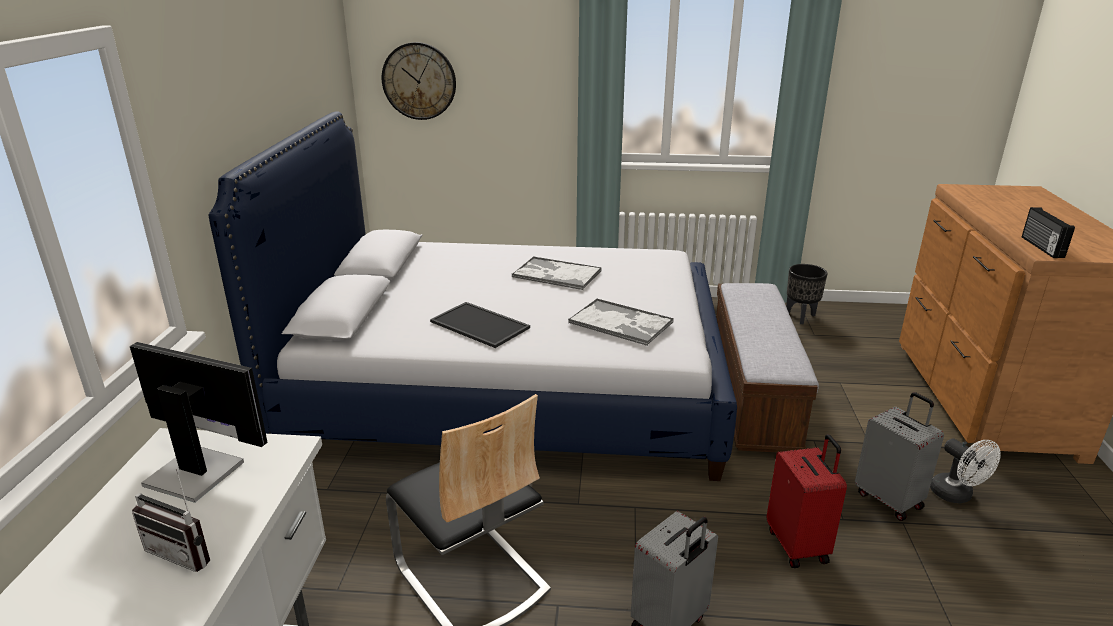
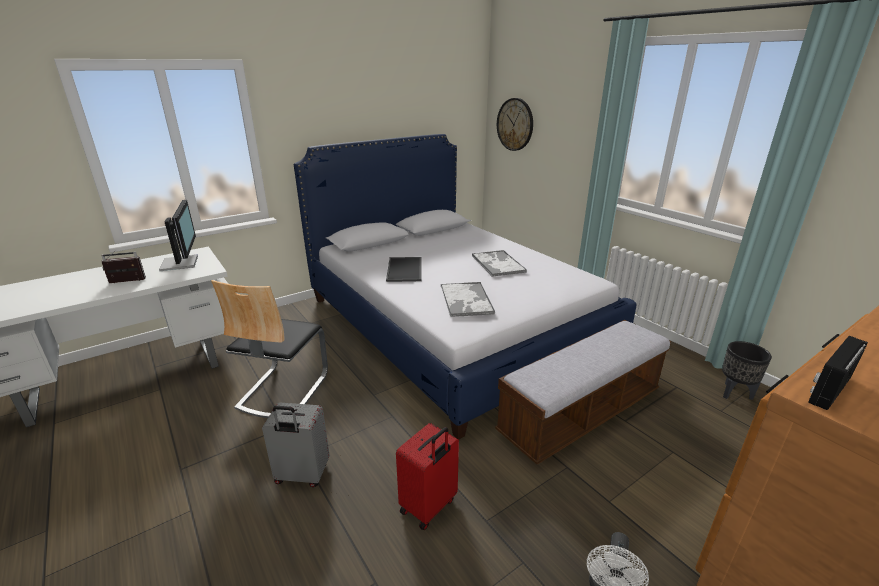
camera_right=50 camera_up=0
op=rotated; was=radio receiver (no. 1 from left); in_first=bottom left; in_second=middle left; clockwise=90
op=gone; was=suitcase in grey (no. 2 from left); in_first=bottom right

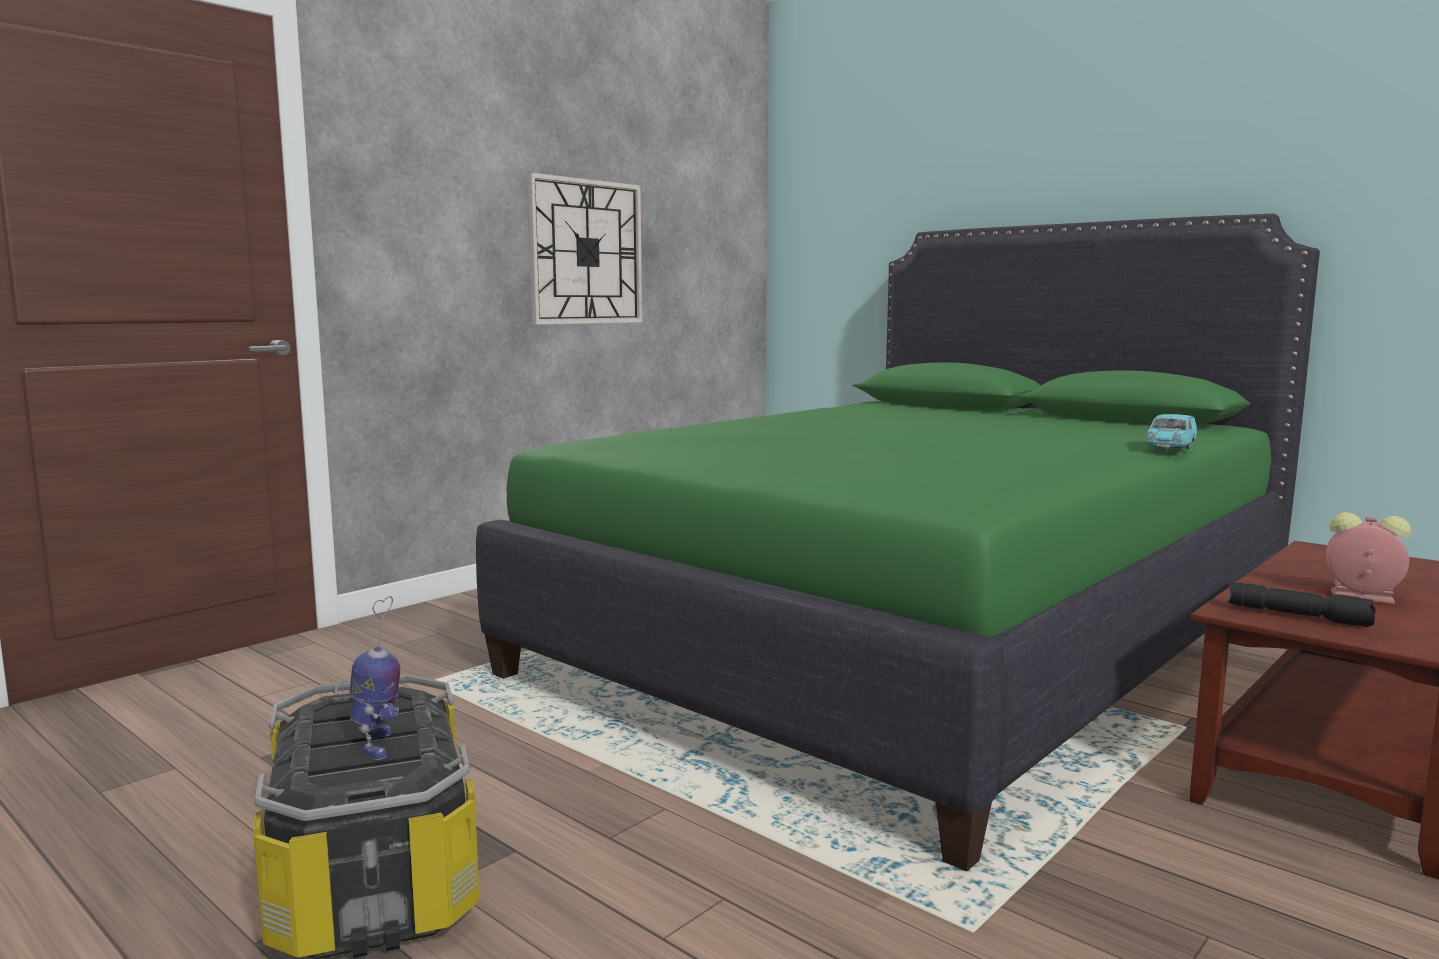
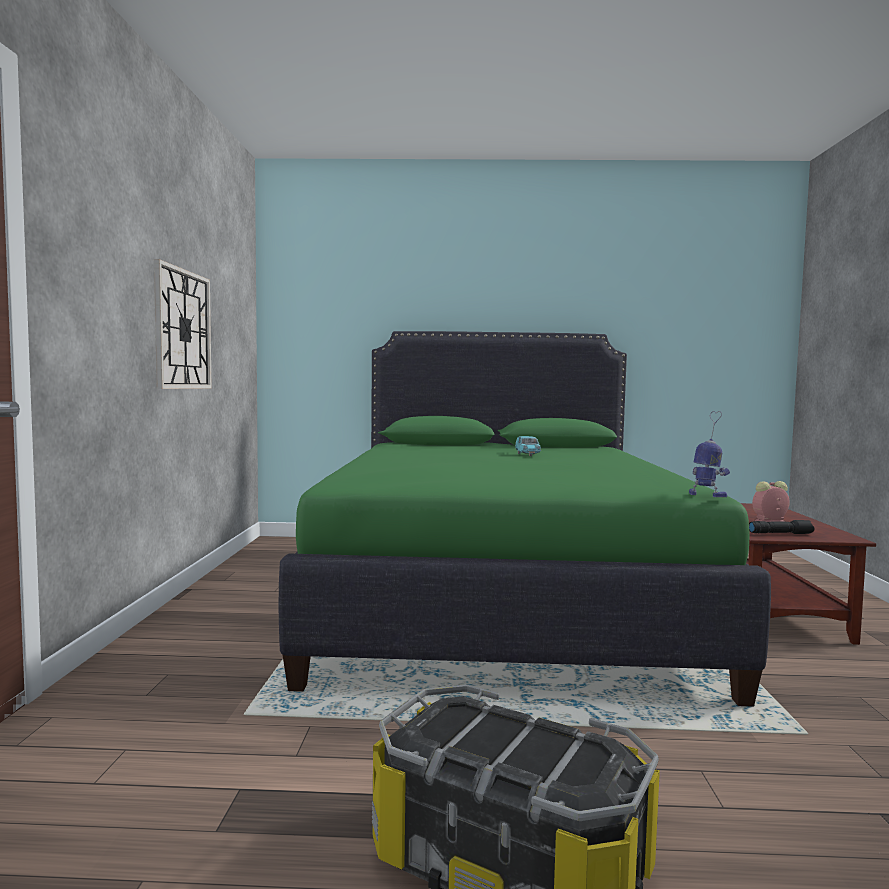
camera_right=-40 camera_up=-5
op=shifted; was=robot figure; in_first=bottom left; in_second=middle right
op=shifted; was=miniature car in turquoise; in_first=middle right; in_second=centre

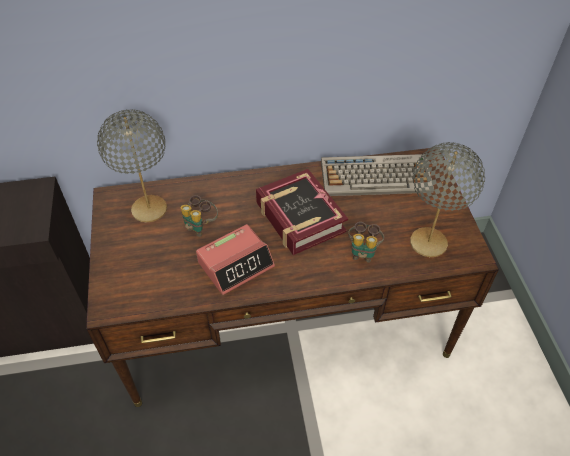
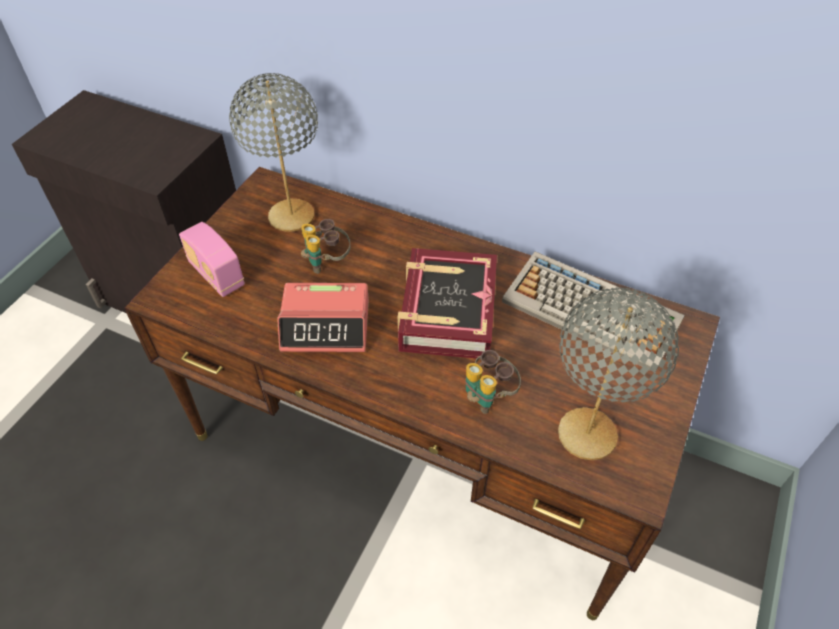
camera_right=35 camera_up=0
op=new; now=radio receiver; in_second=middle left

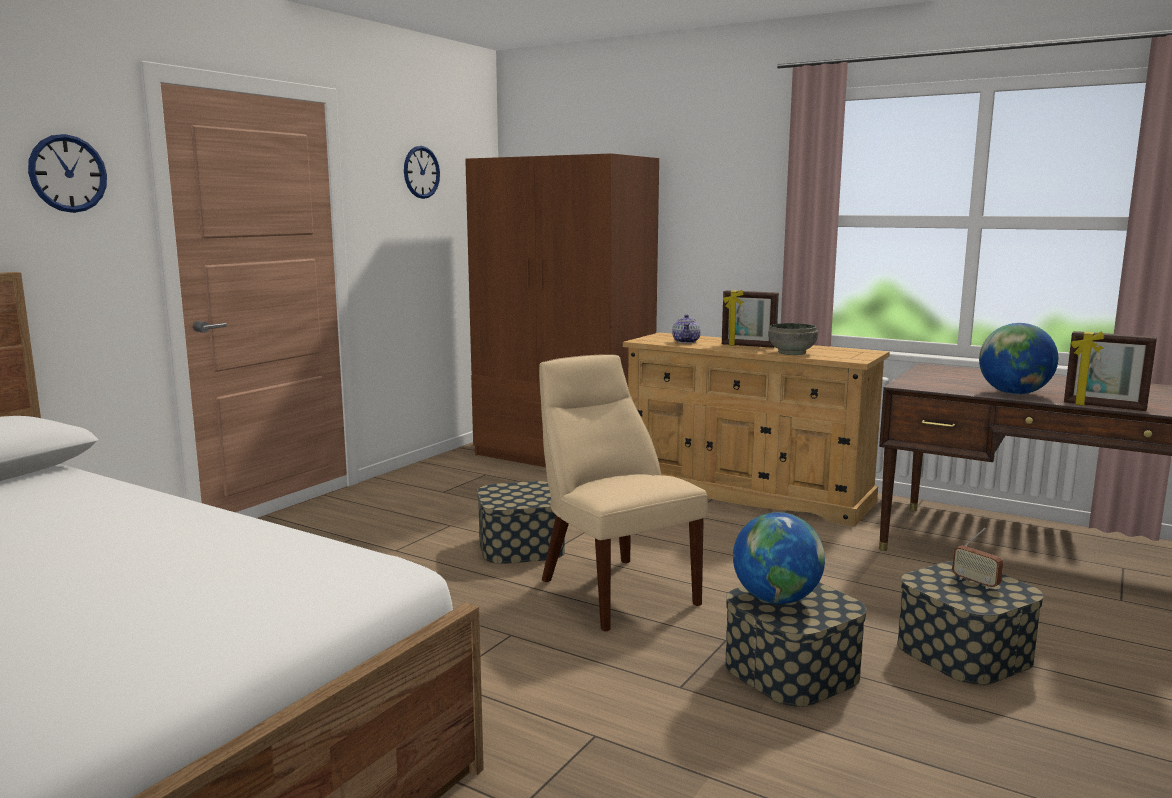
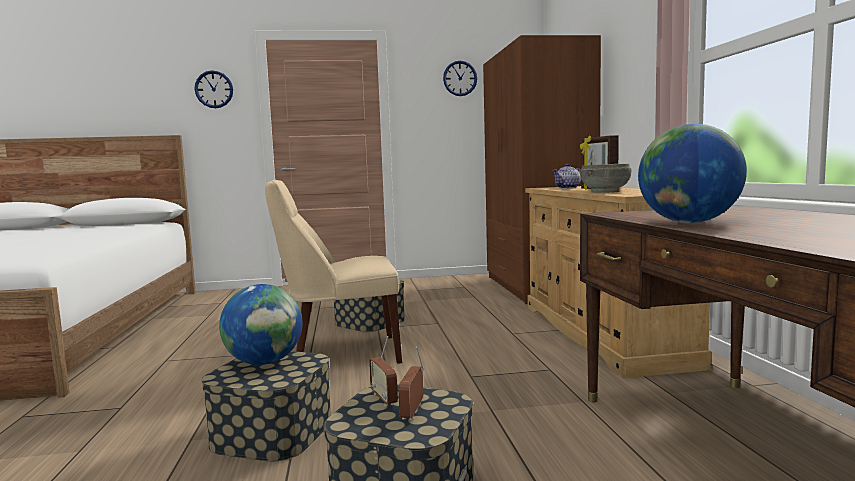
camera_right=50 camera_up=-5
op=rotated; was=plain chair in beige-coloured; in_first=centre; in_second=centre; clockwise=-120
op=gone; was=photo frame (no. 2 from left); in_first=middle right
op=new; now=radio receiver (no. 1 from left); in_second=bottom centre

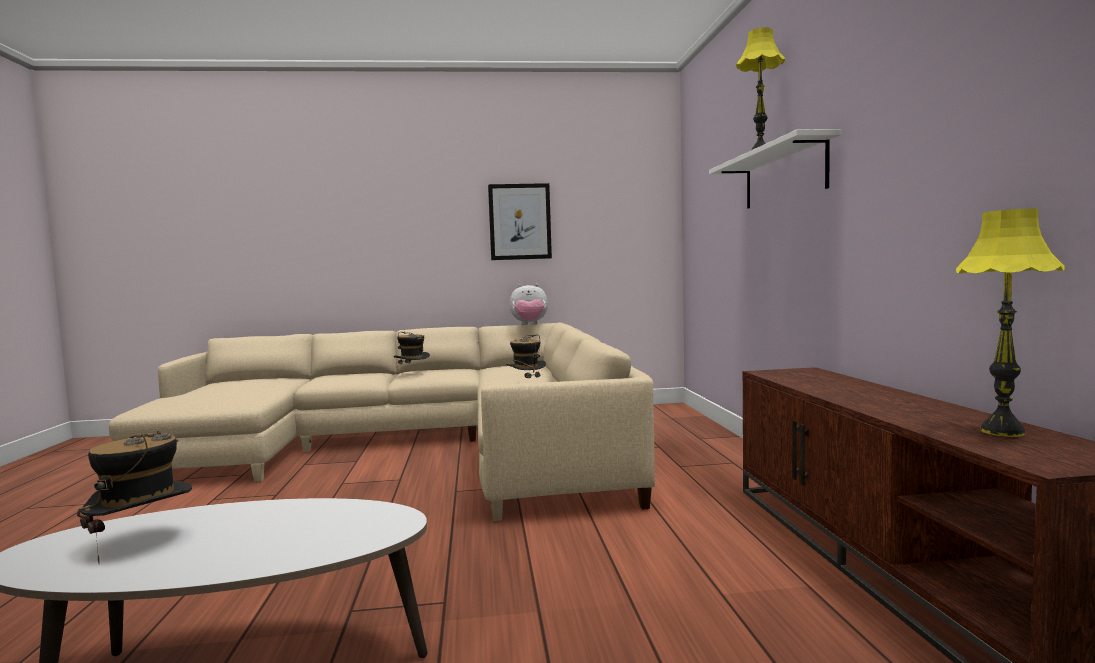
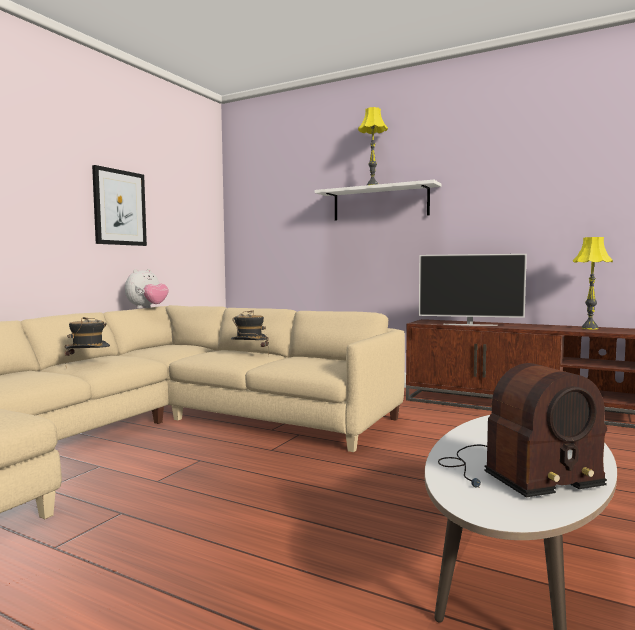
camera_right=-55 camera_up=0
op=swapped; was=clothing hat (no. 1 from left); now=radio receiver; in_first=bottom left; in_second=bottom right
op=new; now=TV set; in_second=middle right

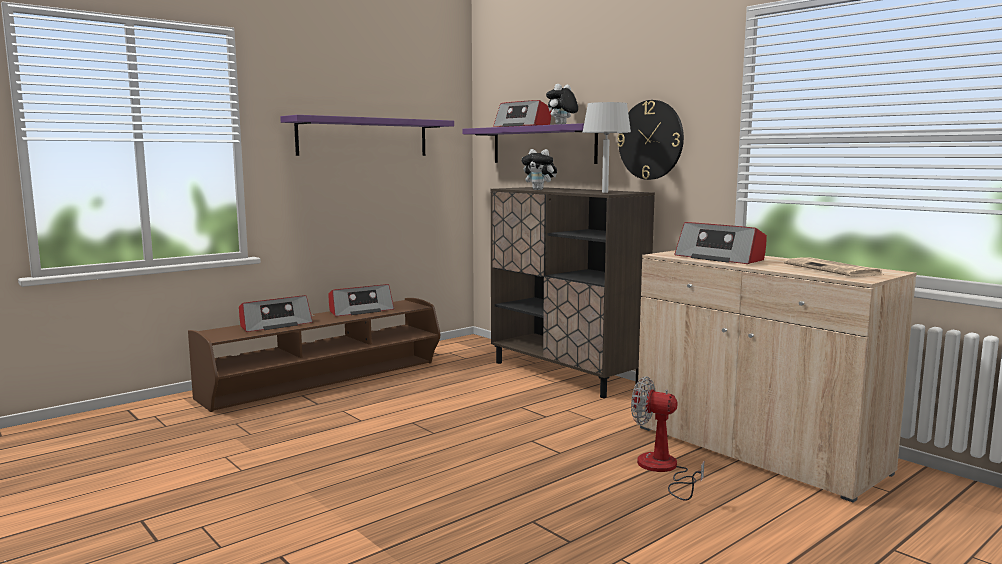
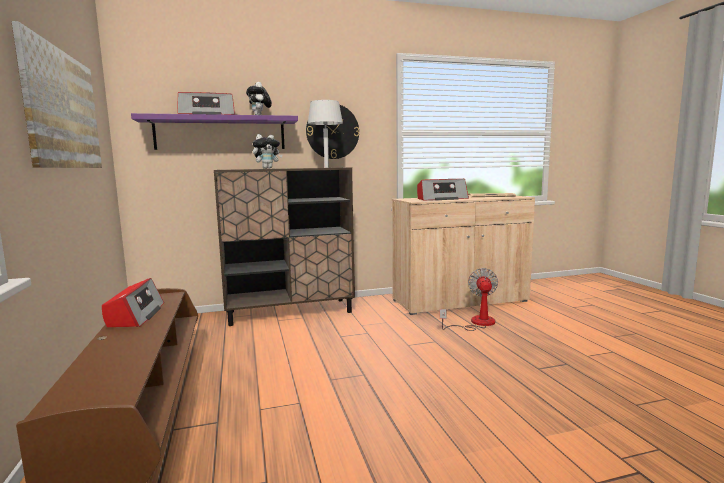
camera_right=-65 camera_up=0
op=gone; was=radio receiver (no. 1 from left); in_first=middle left
op=swapped; was=shelf in purple-coloured (no. 1 from left); now=wall art; in_first=top centre; in_second=top left
op=rotated; was=cooling fan; in_first=bottom centre; in_second=centre; clockwise=135

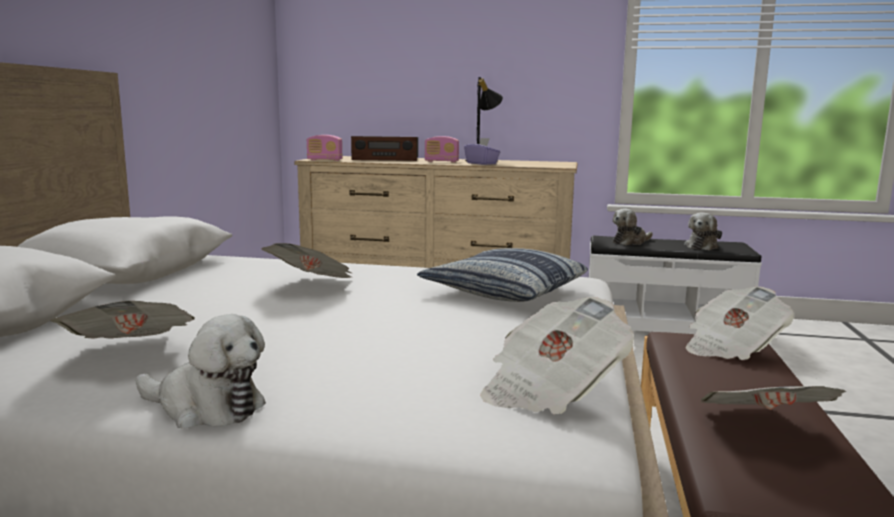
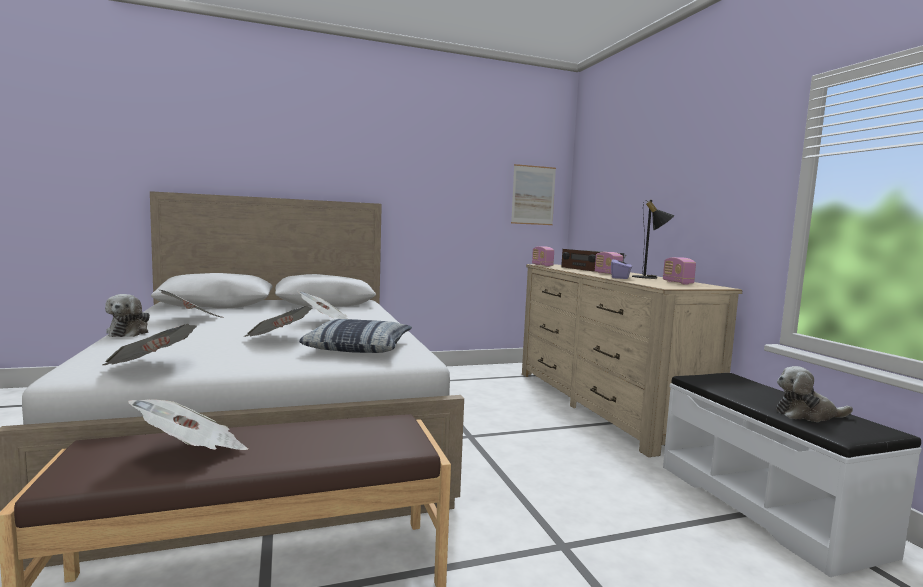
camera_right=60 camera_up=-5
op=gone; was=cuddly toy (no. 2 from left); in_first=middle right
op=shifted; was=daily paper (no. 4 from left); in_first=middle right; in_second=middle left
op=new; now=wall art; in_second=top centre
op=new; now=radio receiver (no. 4 from left); in_second=middle right

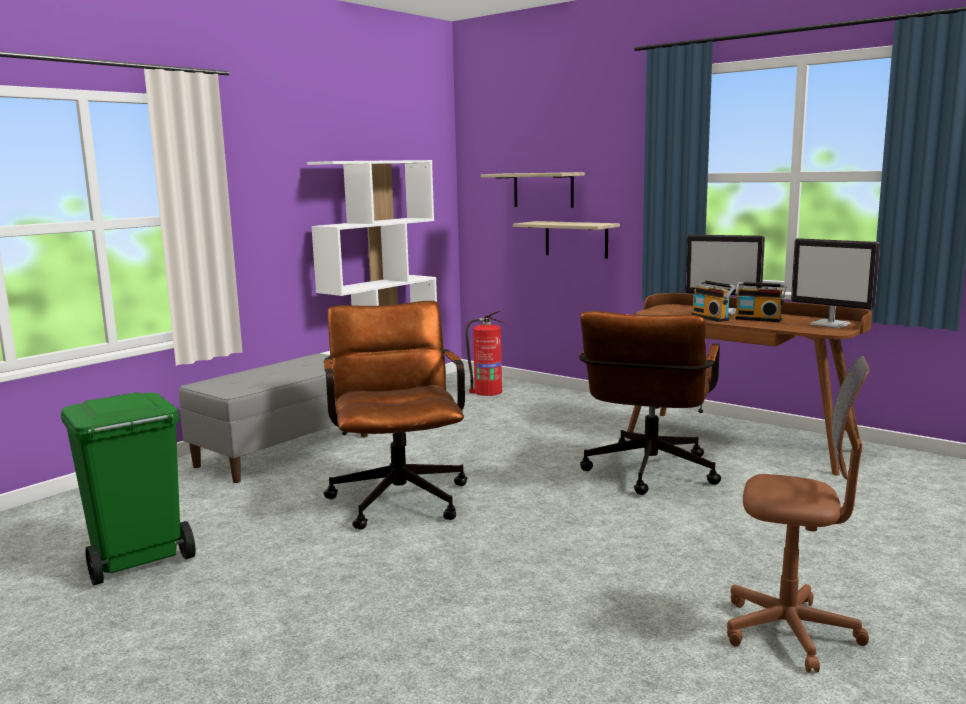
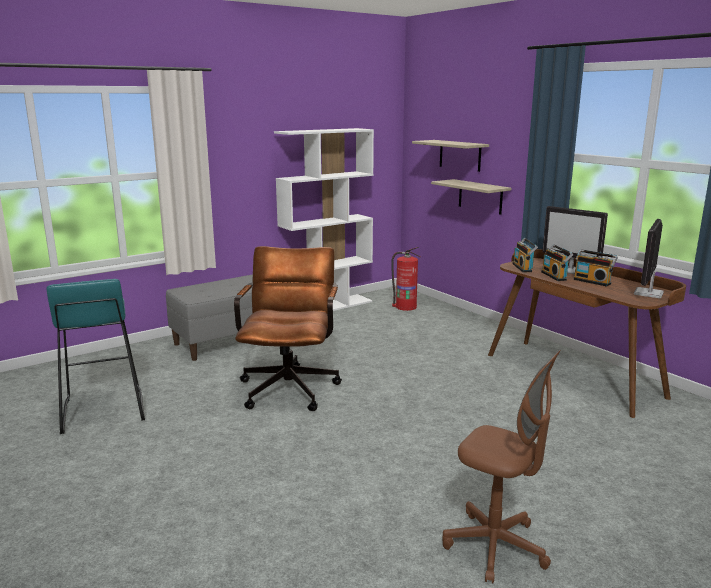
camera_right=15 camera_up=5
op=swapped; was=rubbish bin in green; now=sitting stool in turquoise; in_first=bottom left; in_second=middle left
op=gone; was=desk chair in brownish (no. 2 from left); in_first=middle right
op=rotated; was=computer screen (no. 2 from left); in_first=middle right; in_second=middle right; clockwise=60
op=new; now=radio receiver (no. 1 from left); in_second=middle right

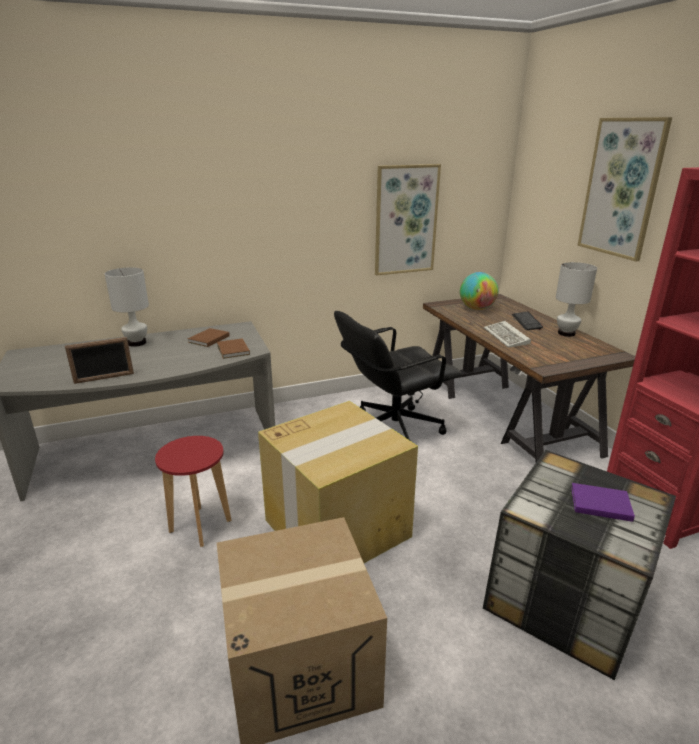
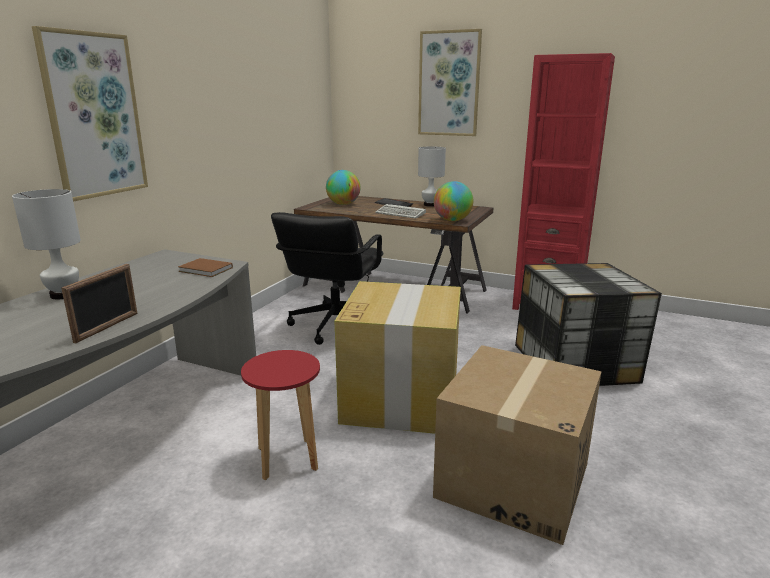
camera_right=-45 camera_up=-5
op=gone; was=book in brownish (no. 1 from left); in_first=middle left
op=shifted; was=wall art (no. 1 from left); in_first=top centre; in_second=top left
op=gone; was=book in purple-coloured; in_first=bottom right
op=new; now=world globe (no. 2 from left); in_second=centre

